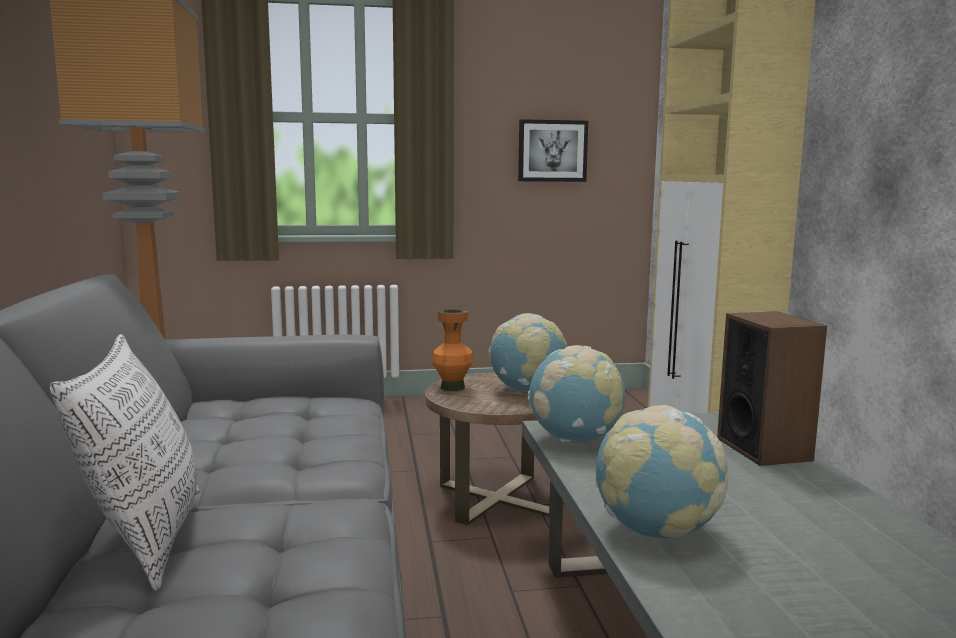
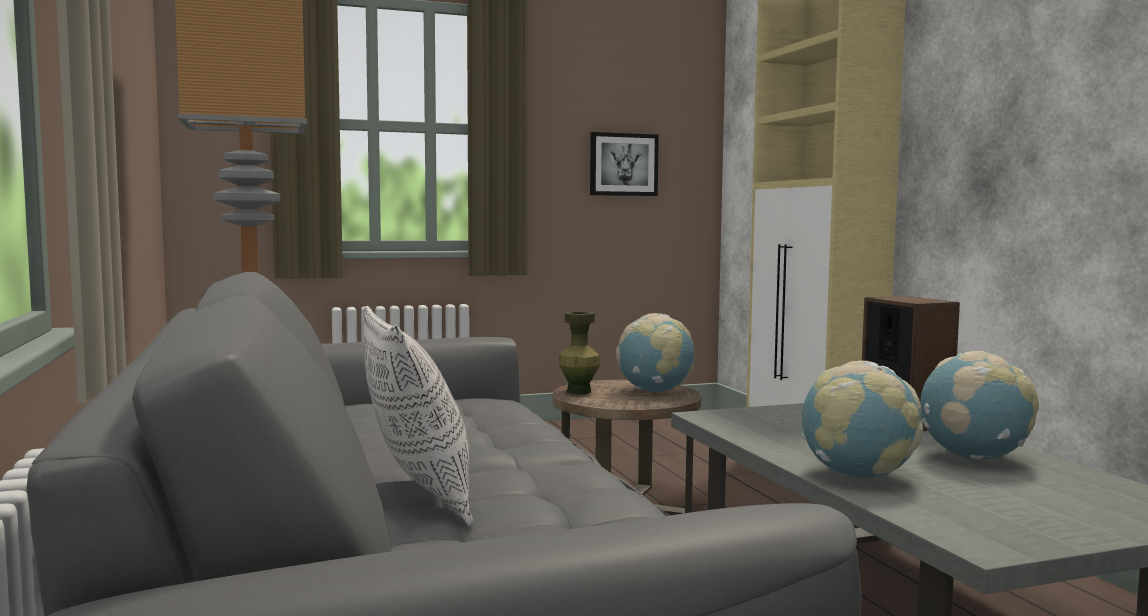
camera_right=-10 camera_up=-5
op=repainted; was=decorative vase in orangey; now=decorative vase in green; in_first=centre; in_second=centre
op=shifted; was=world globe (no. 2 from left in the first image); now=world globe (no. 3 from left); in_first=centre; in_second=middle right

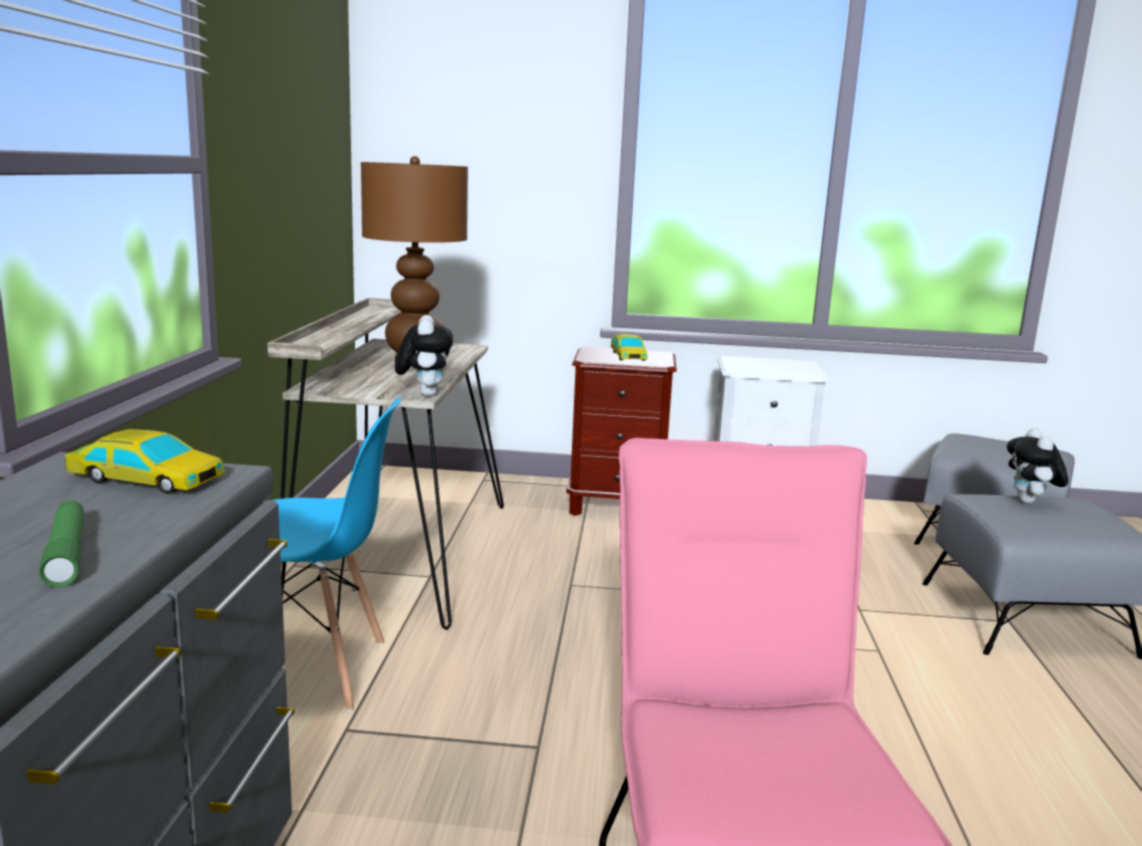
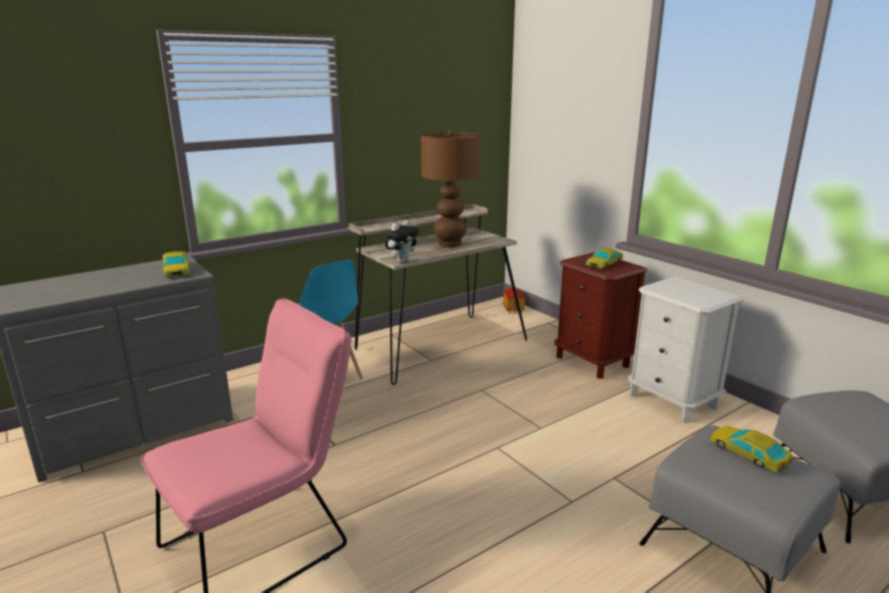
camera_right=50 camera_up=5
op=gone; was=hand torch in green; in_first=middle left
op=swapped; was=cuddly toy (no. 2 from left); now=miniature car (no. 3 from left); in_first=middle right; in_second=bottom right
op=new; now=model house; in_second=centre

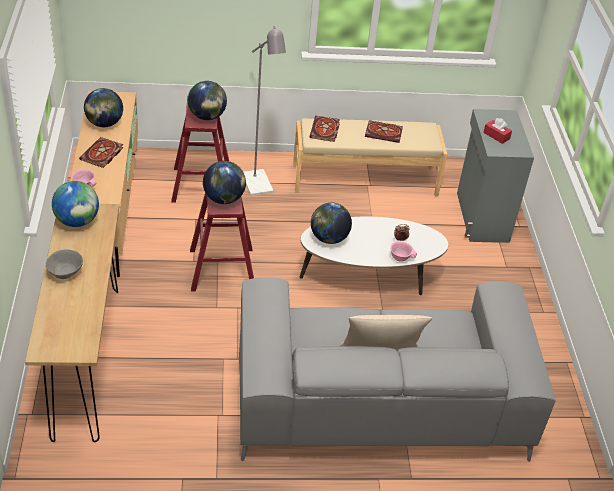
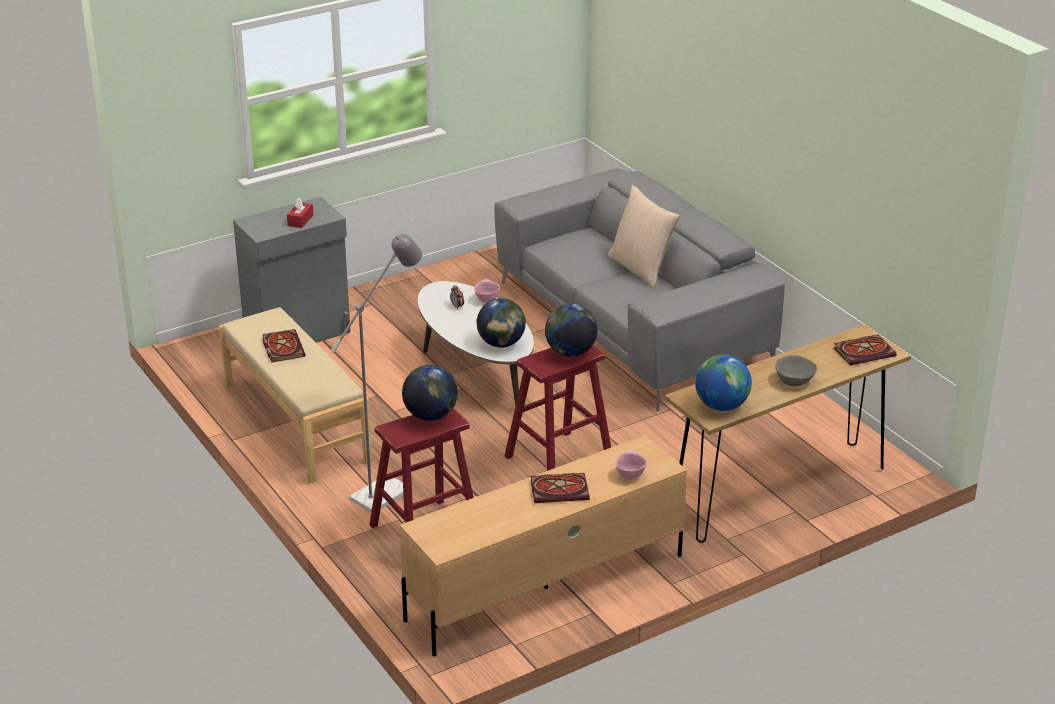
camera_right=-115 camera_up=-10
op=gone; was=world globe (no. 2 from left); in_first=top left
op=shifted; was=book (no. 2 from left in the first image); now=book (no. 3 from left); in_first=top centre; in_second=middle right

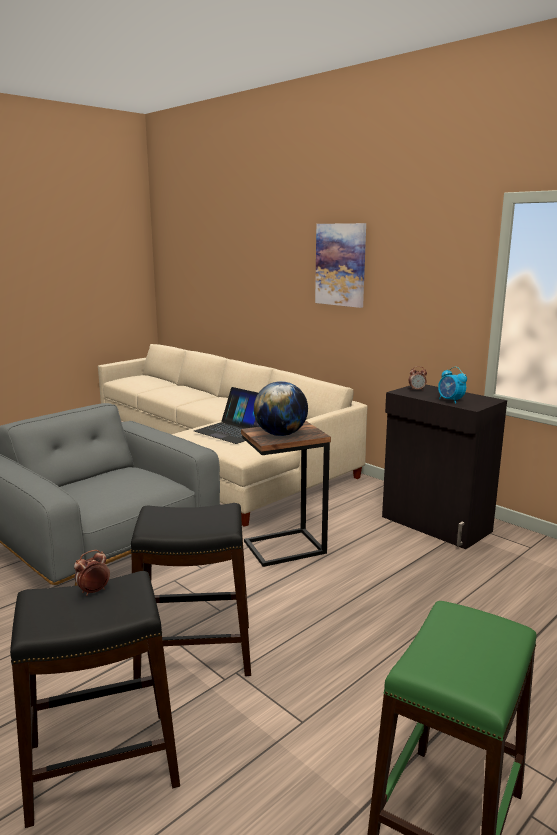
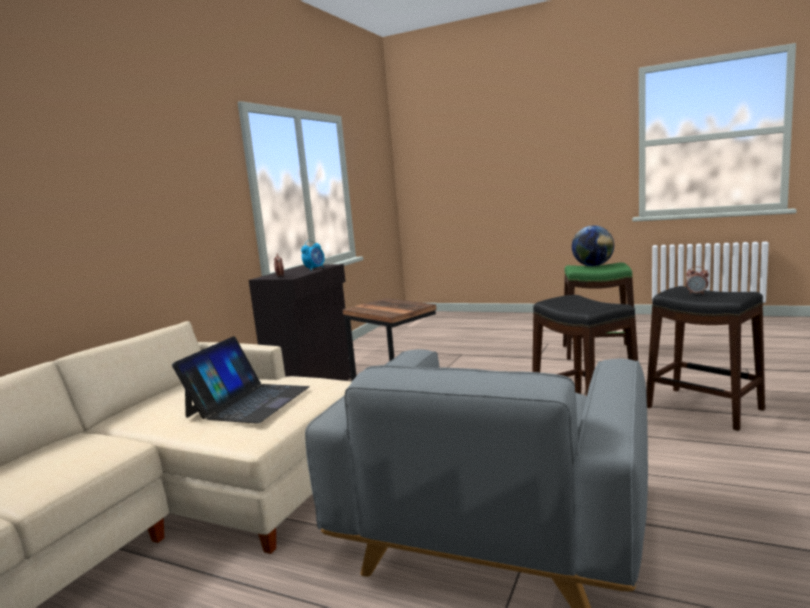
camera_right=-110 camera_up=-5
op=shifted; was=world globe; in_first=centre; in_second=middle right
op=gone; was=wall art; in_first=top centre

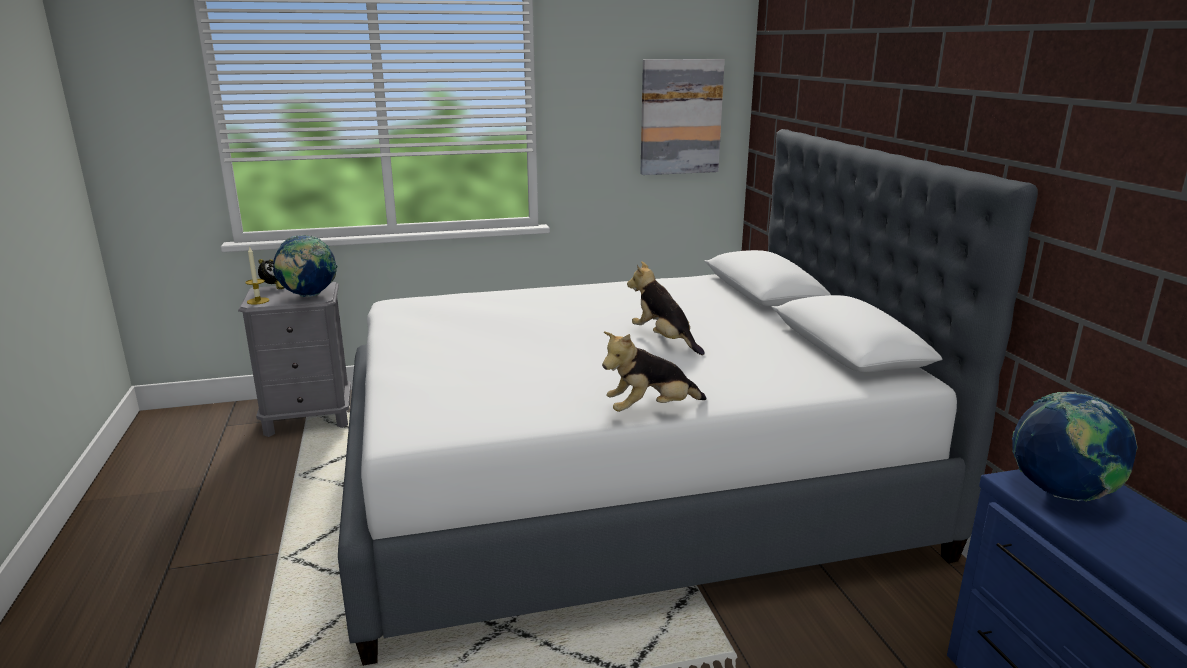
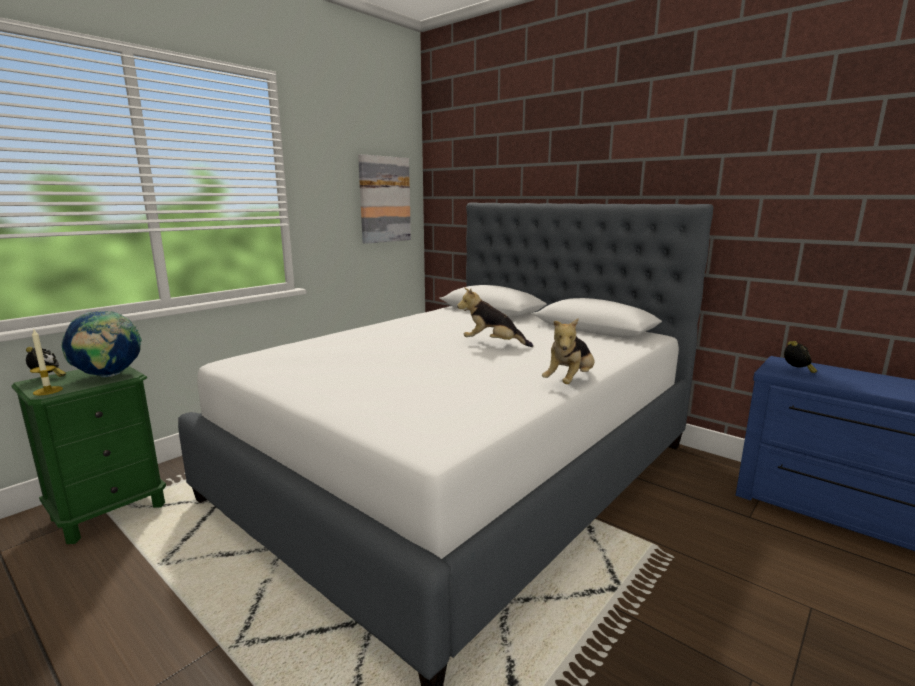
camera_right=-35 camera_up=-5
op=repainted; was=bedside table in grey; now=bedside table in green; in_first=middle left; in_second=middle left
op=swapped; was=world globe (no. 2 from left); now=table clock (no. 2 from left); in_first=bottom right; in_second=middle right

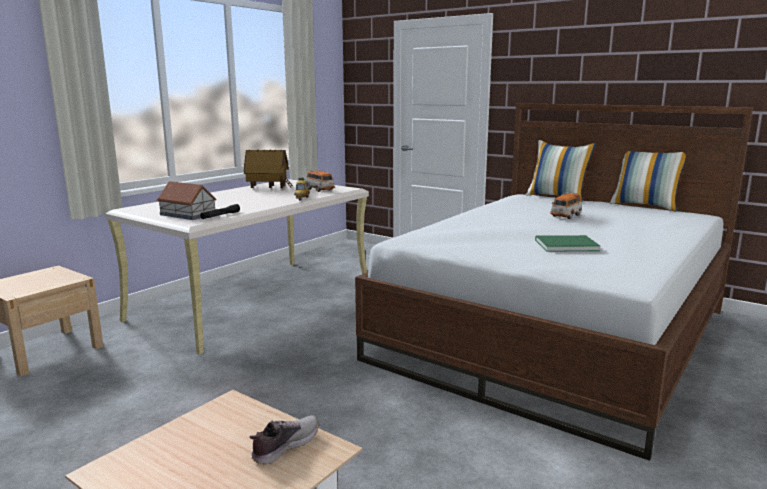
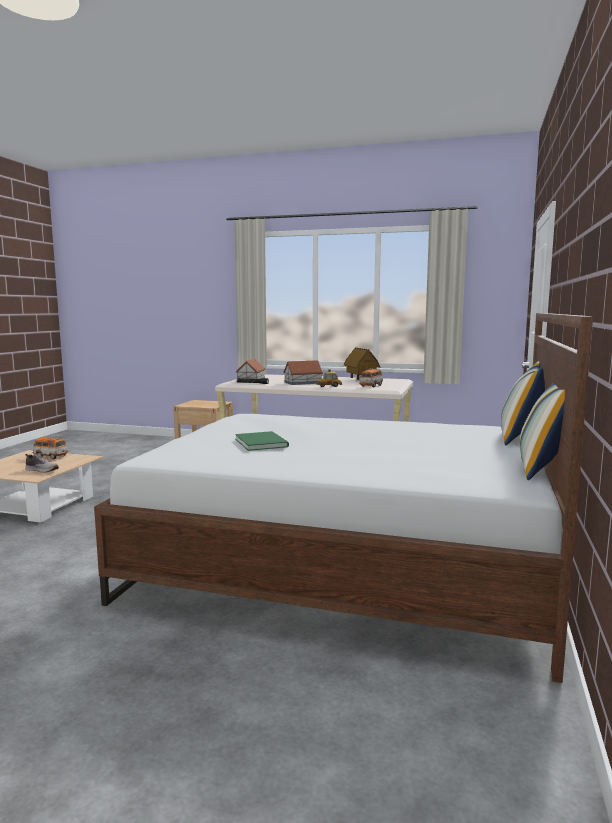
camera_right=70 camera_up=-5
op=shifted; was=miniature car (no. 3 from left in the first image); now=miniature car (no. 1 from left); in_first=middle right; in_second=middle left
op=new; now=model house (no. 2 from left); in_second=centre

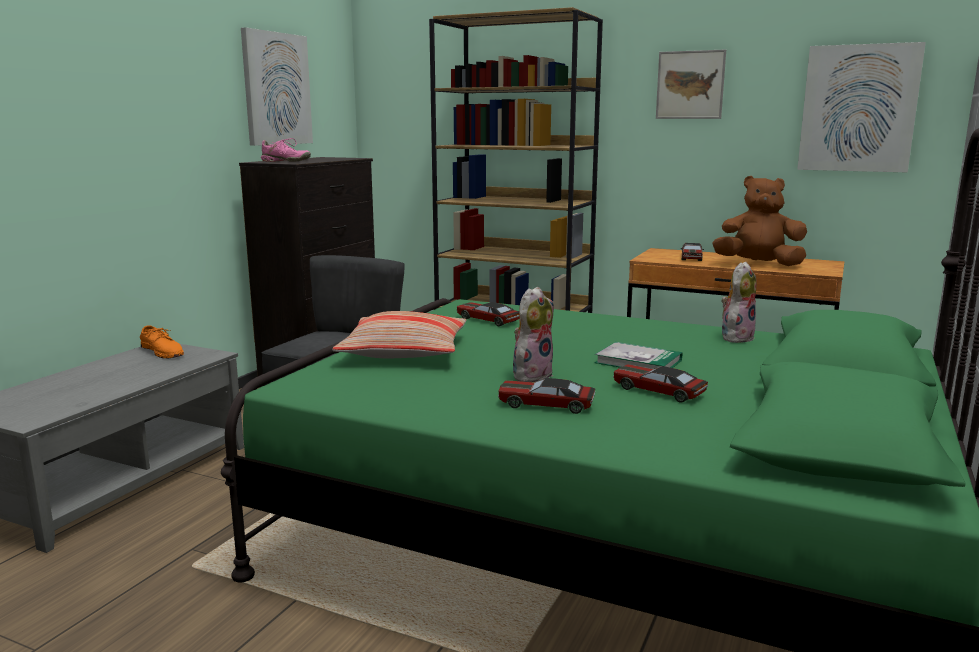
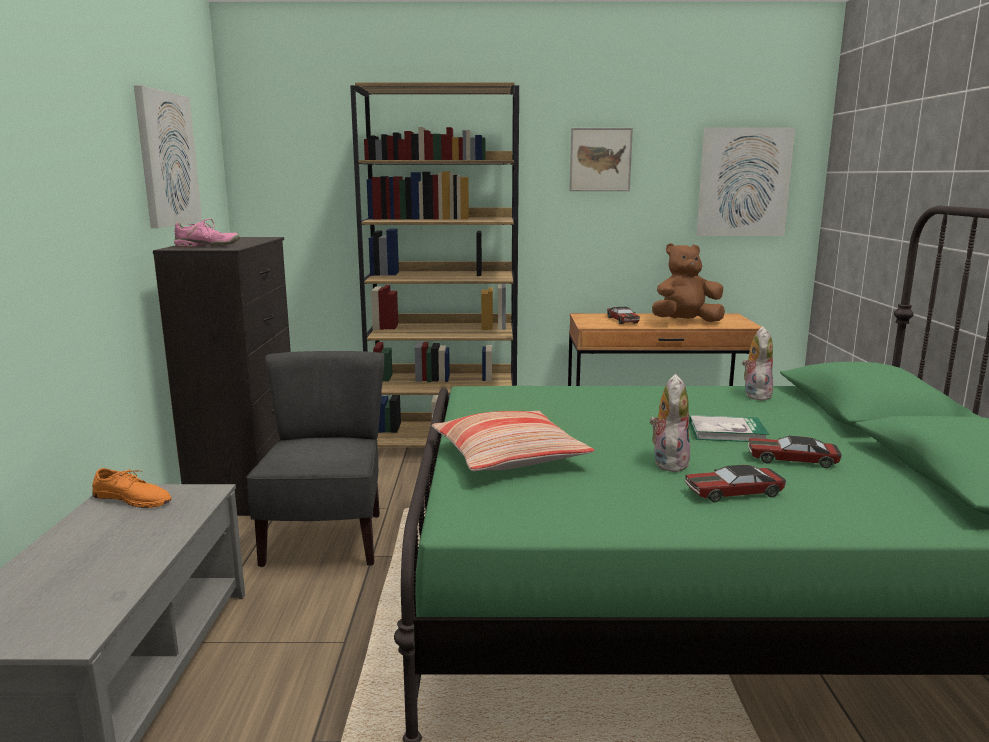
camera_right=-25 camera_up=0
op=gone; was=miniature car (no. 1 from left); in_first=centre

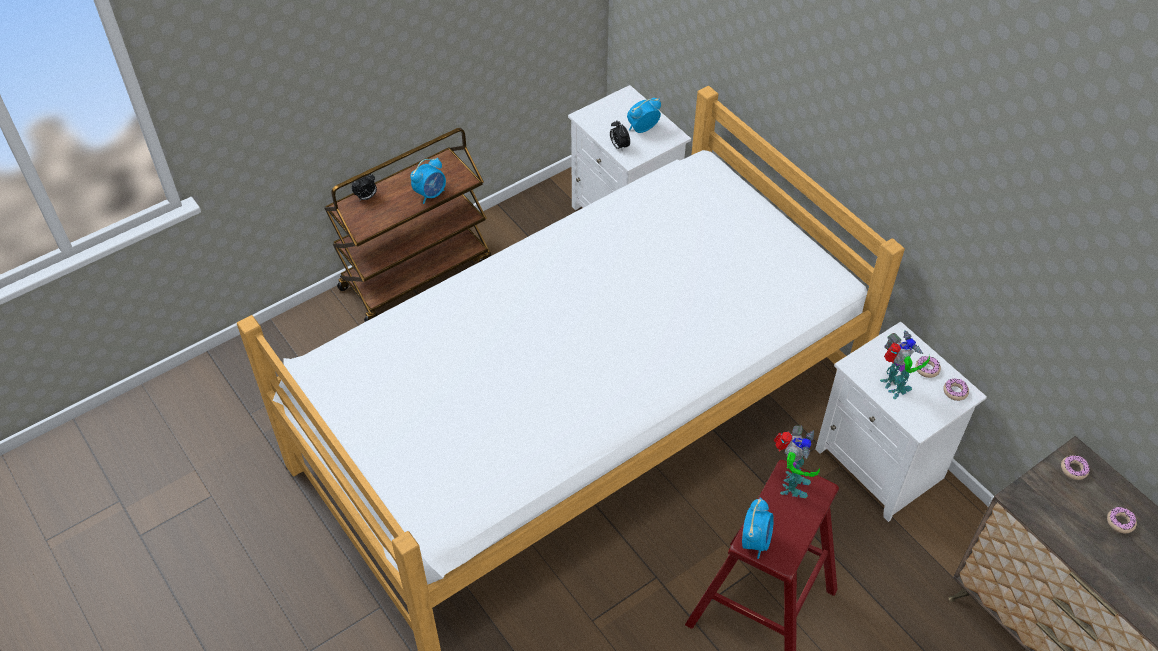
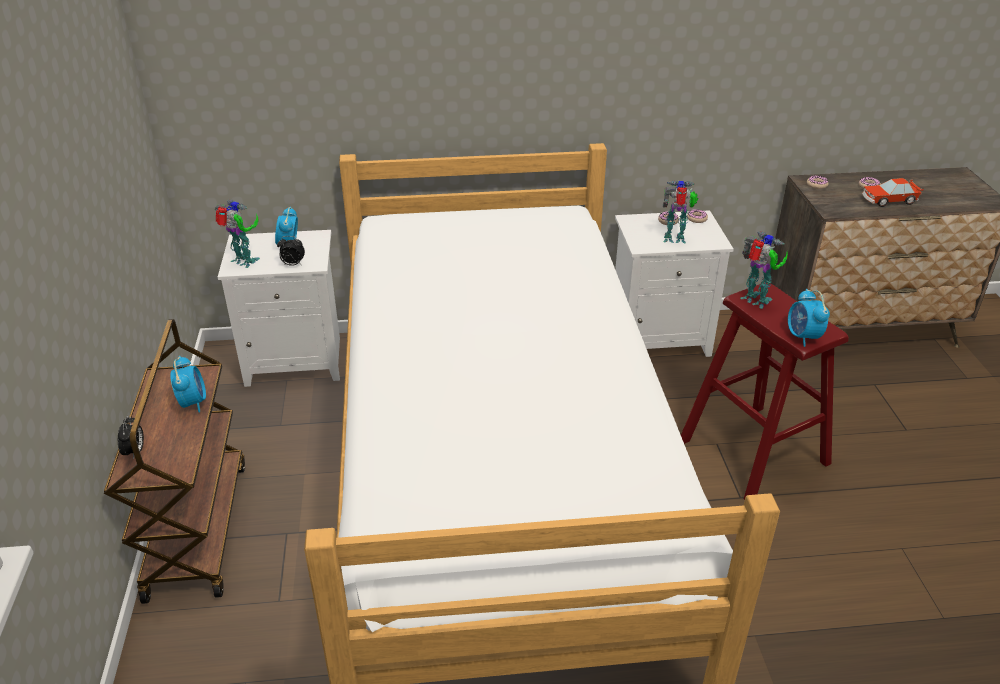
camera_right=-60 camera_up=-15
op=rotated; was=table clock (no. 5 from left); in_first=bottom centre; in_second=middle right; clockwise=-150
op=new; now=robot figure (no. 1 from left); in_second=middle left
op=new; now=miniature car; in_second=top right

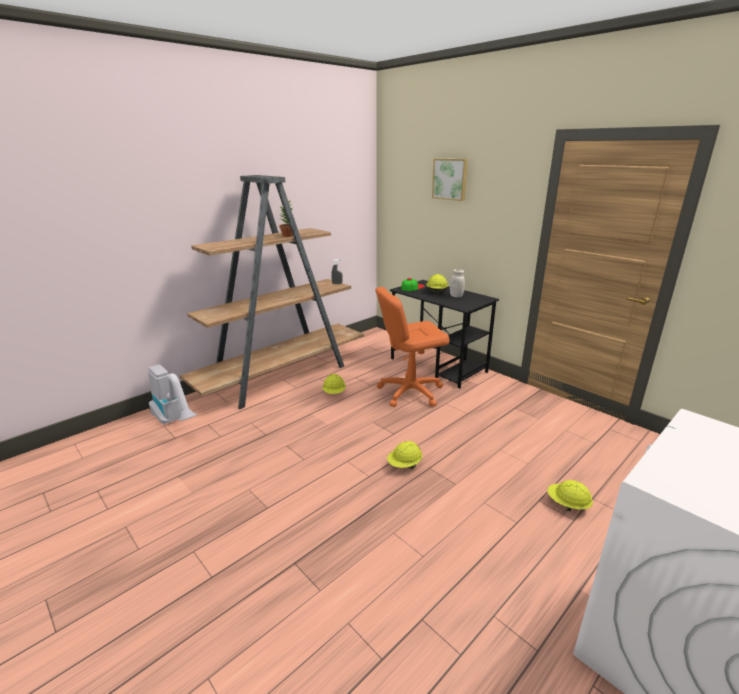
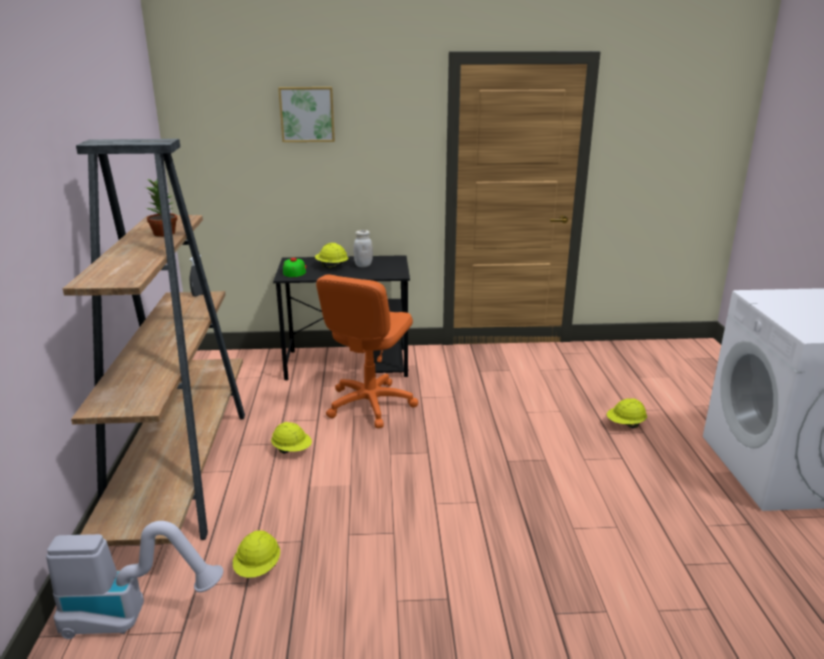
camera_right=-50 camera_up=0
op=shifted; was=safety helmet in yellowish (no. 2 from left in the first image); now=safety helmet in yellowish (no. 1 from left); in_first=centre; in_second=bottom left

